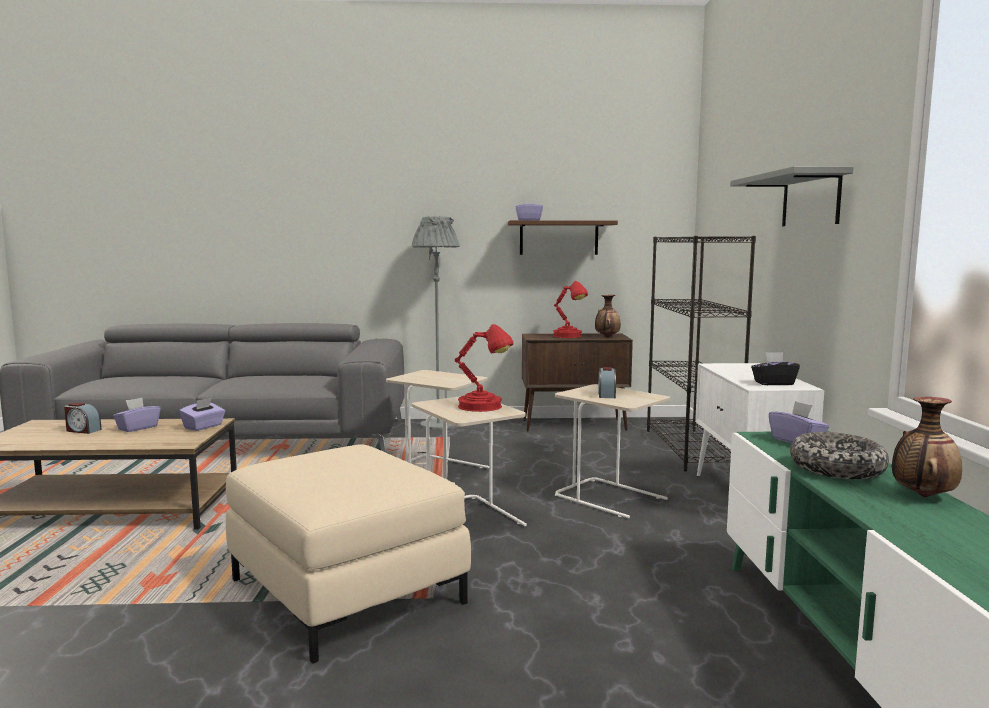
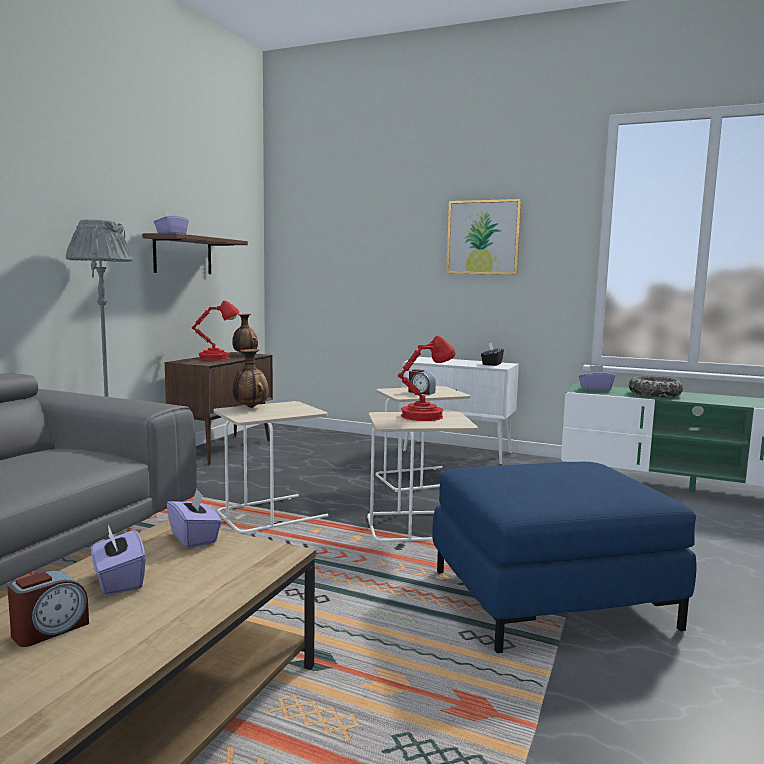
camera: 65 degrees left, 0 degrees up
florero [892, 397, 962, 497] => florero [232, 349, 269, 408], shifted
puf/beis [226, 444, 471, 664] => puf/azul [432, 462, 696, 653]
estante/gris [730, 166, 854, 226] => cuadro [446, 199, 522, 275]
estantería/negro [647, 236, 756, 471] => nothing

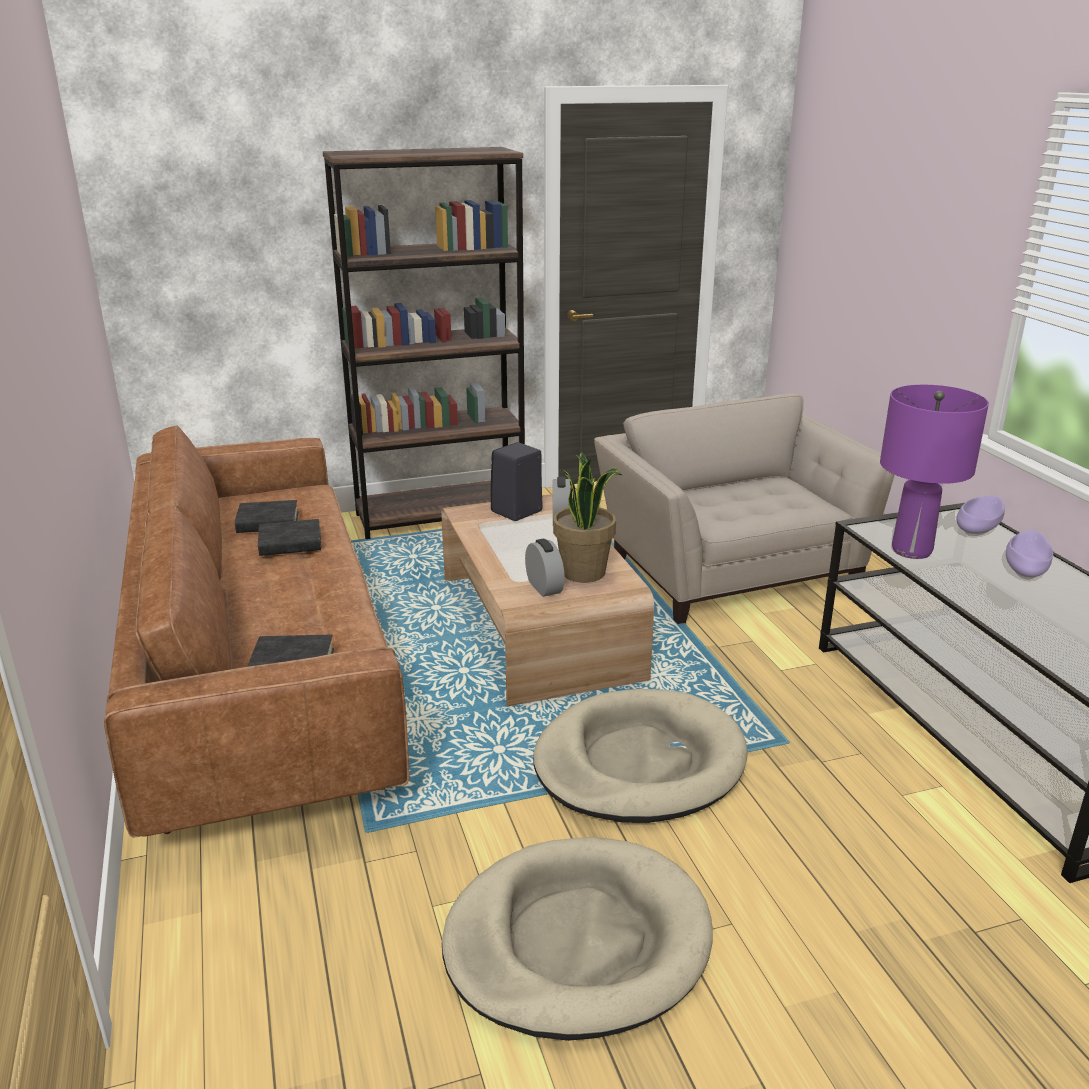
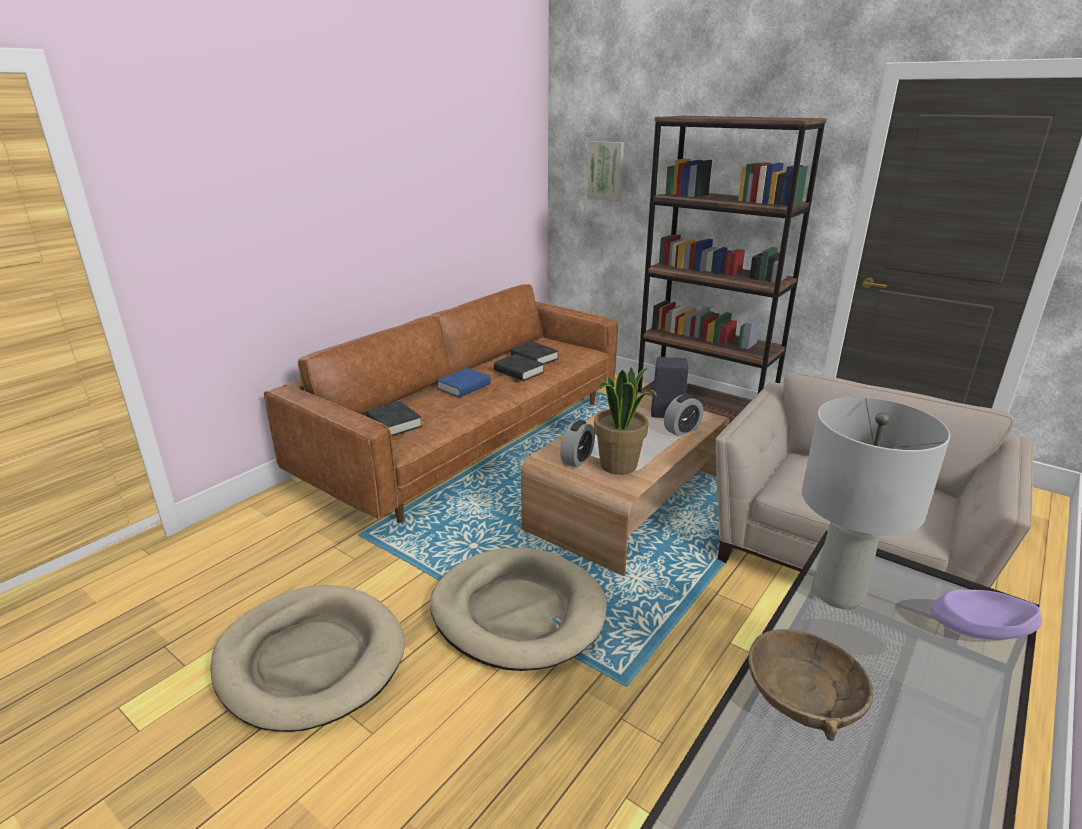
camera: 55 degrees right, 0 degrees up
nothing => libro/azul [437, 368, 491, 397]
nothing => cuadro [587, 141, 624, 202]
nothing => cuenco/marrón [748, 629, 873, 741]
lámpara de mesa/morado [880, 385, 989, 559] => lámpara de mesa/gris [802, 397, 950, 609]
cuenco/morado [1006, 530, 1053, 580] => nothing

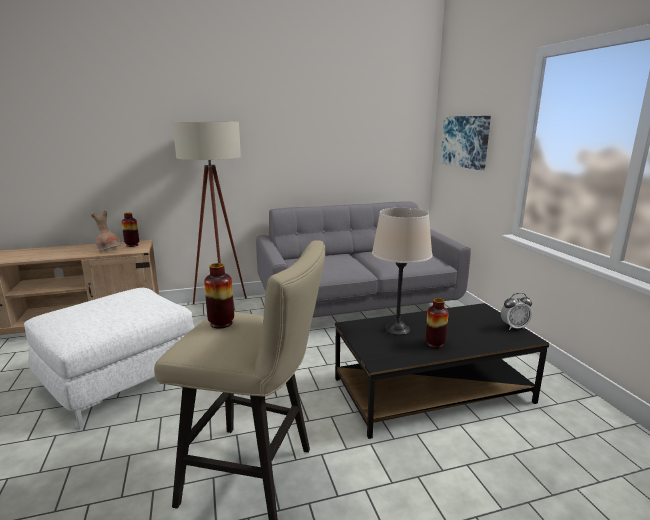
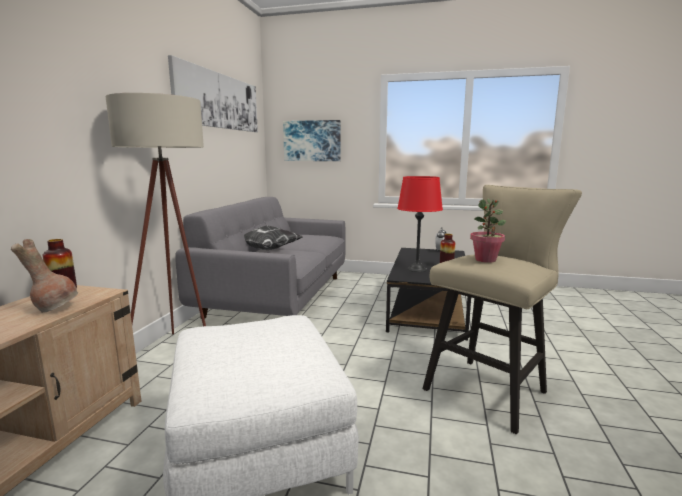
camera: 60 degrees left, 5 degrees down
nothing => cuadro [168, 55, 258, 132]
nothing => cojín [244, 225, 303, 250]
lámpara de mesa/beis [372, 208, 432, 335] => lámpara de mesa/rojo [397, 176, 443, 272]
florero [204, 263, 234, 329] => planta en maceta [470, 198, 506, 263]

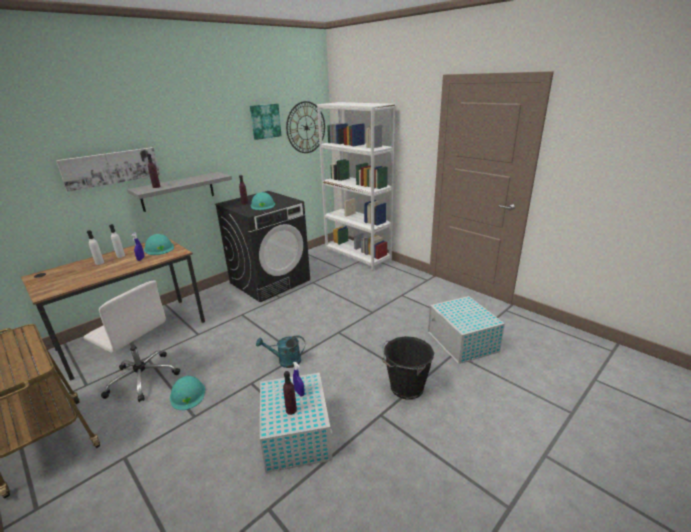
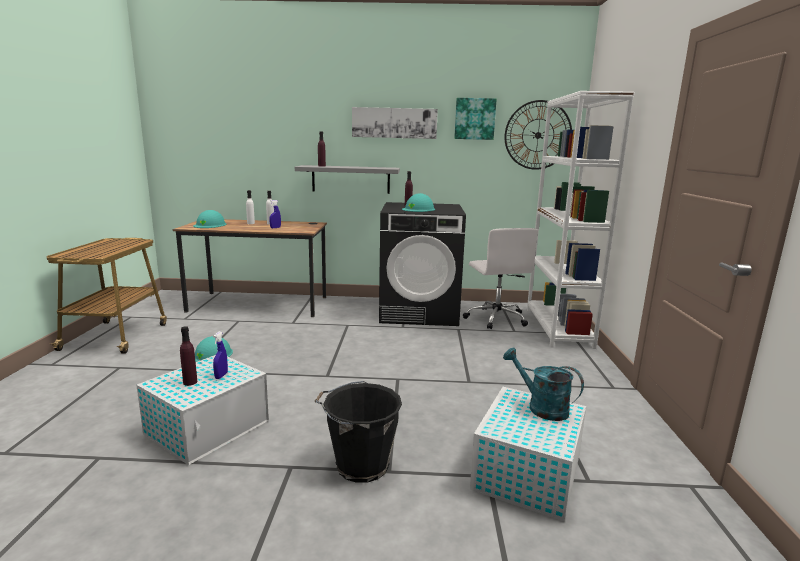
camera: 45 degrees right, 10 degrees down
casco/turquesa [144, 234, 174, 255] => casco/turquesa [193, 210, 227, 228], shifted
cuadro [56, 147, 160, 192] => cuadro [352, 107, 438, 139], shifted
silla de oficina/blanco [83, 280, 180, 402] => silla de oficina/blanco [463, 228, 538, 329], shifted
regadera/turquesa [256, 335, 305, 368] => regadera/turquesa [503, 348, 584, 421], shifted

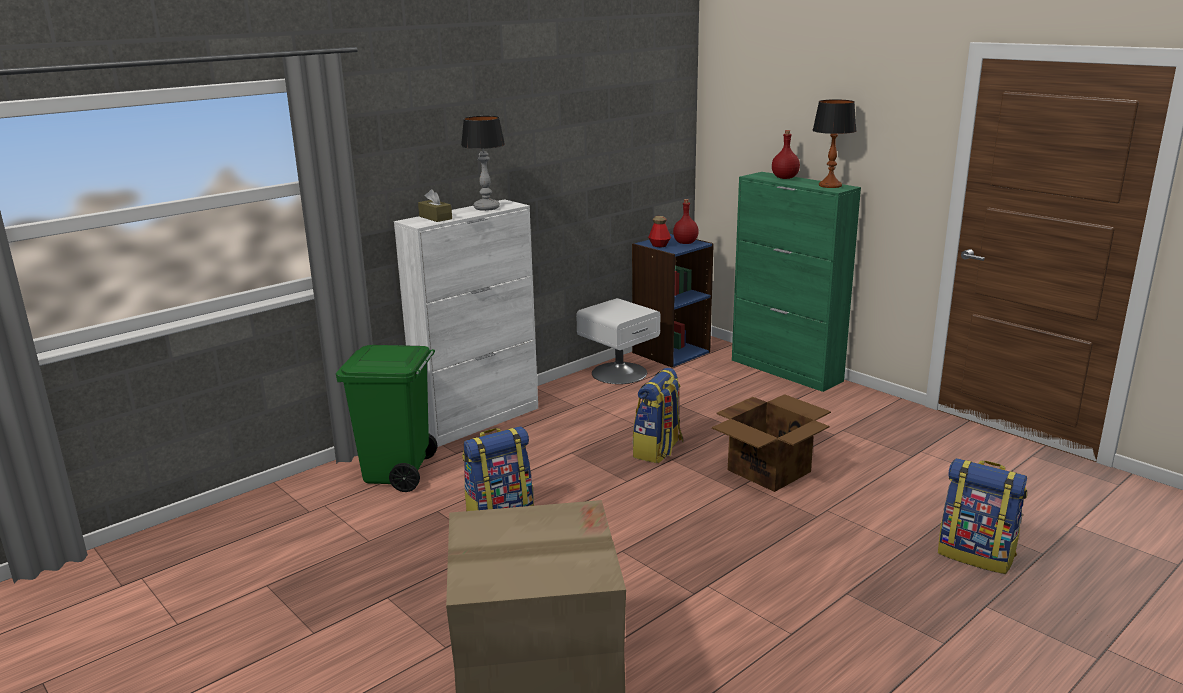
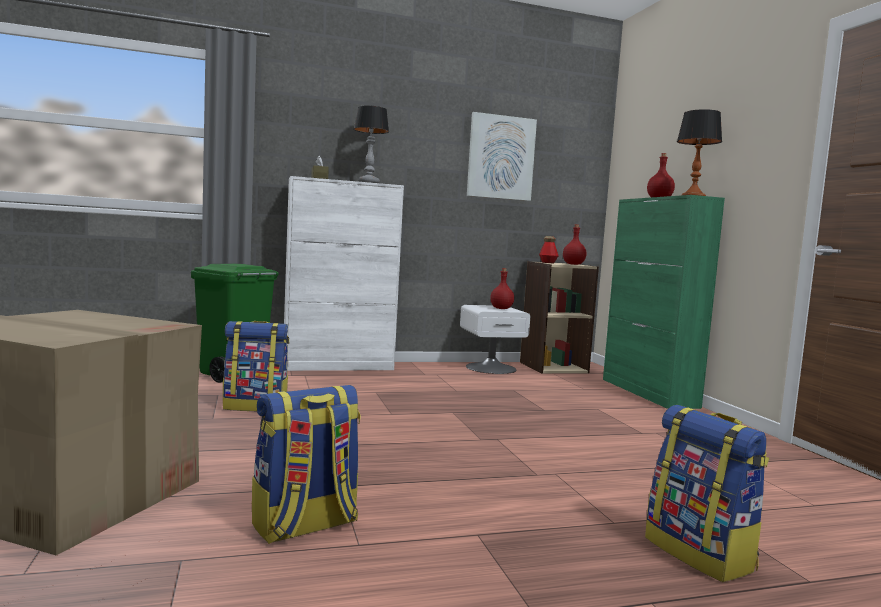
camera: 25 degrees right, 15 degrees down
mochila [633, 368, 683, 463] => mochila [252, 385, 361, 544], shifted
nothing => cuadro [467, 112, 537, 201]
nothing => botella/rojo [490, 268, 514, 309]
estantería/azul [632, 233, 714, 367] => estantería/beis [520, 261, 599, 374]
caja de cartón [712, 394, 831, 492] => nothing

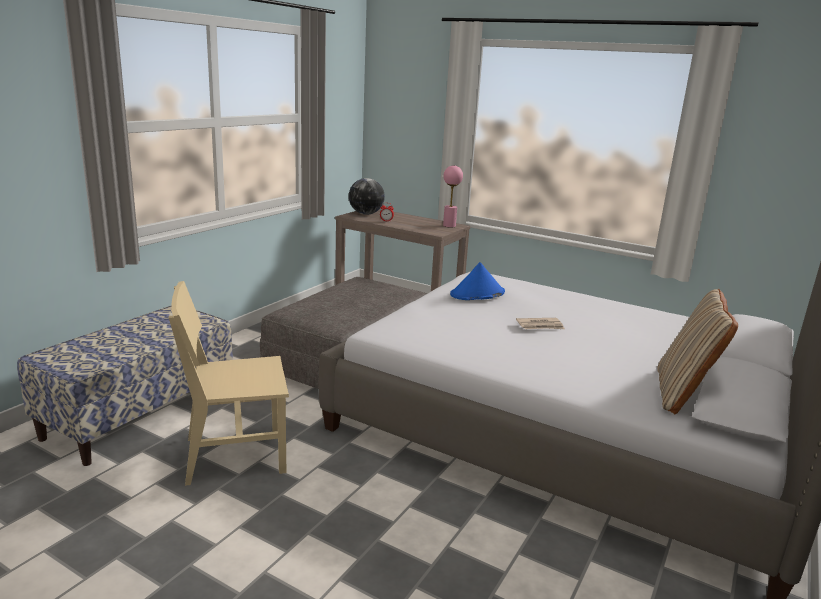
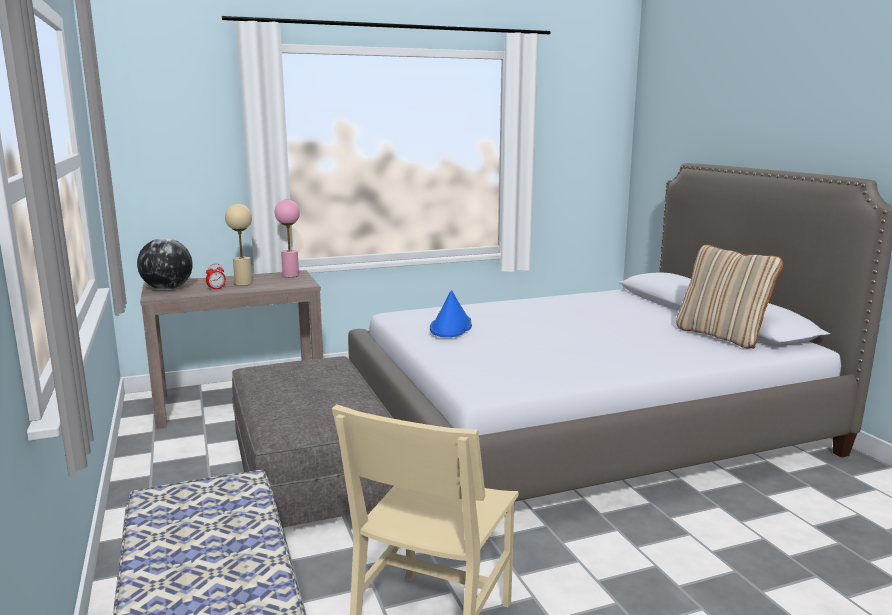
camera: 50 degrees left, 5 degrees down
nothing => lámpara de mesa/beis [225, 204, 252, 286]
periódico [516, 318, 565, 329] => nothing

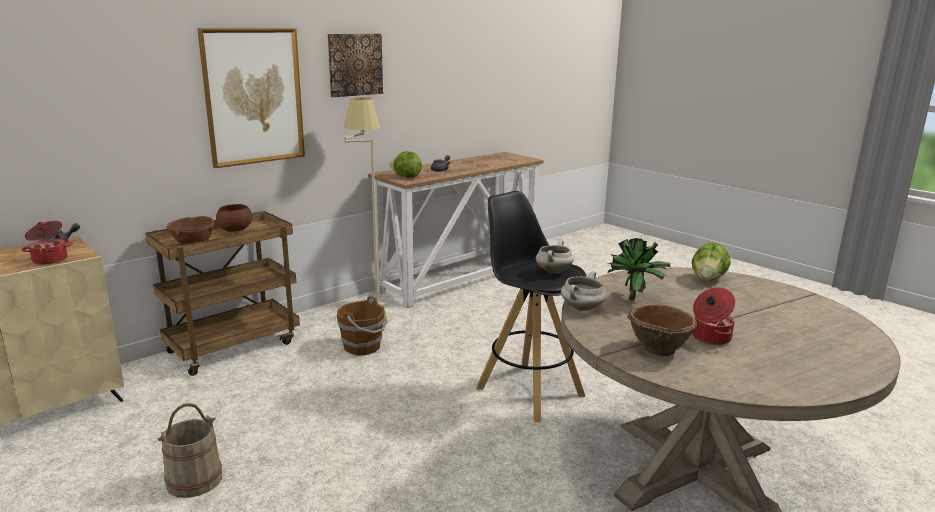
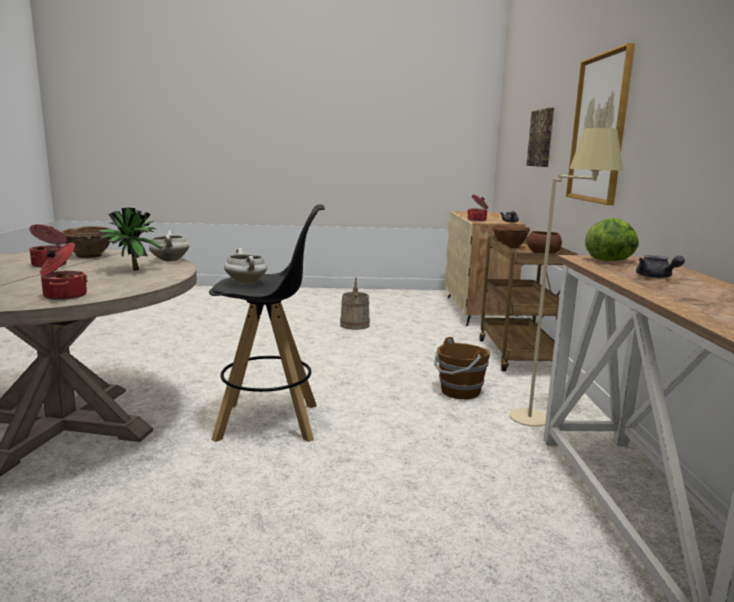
camera: 130 degrees right, 5 degrees down
lechuga [692, 243, 731, 281] => olla [40, 243, 88, 300]
cuadro [327, 34, 383, 97] => cuadro [526, 108, 554, 167], shifted

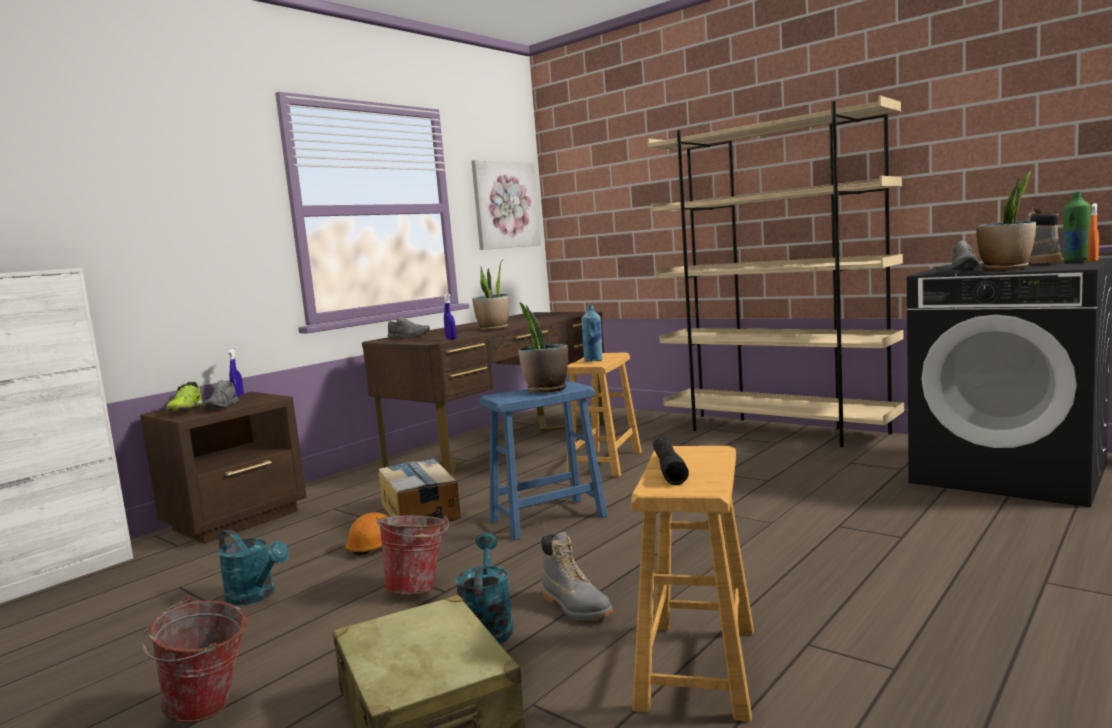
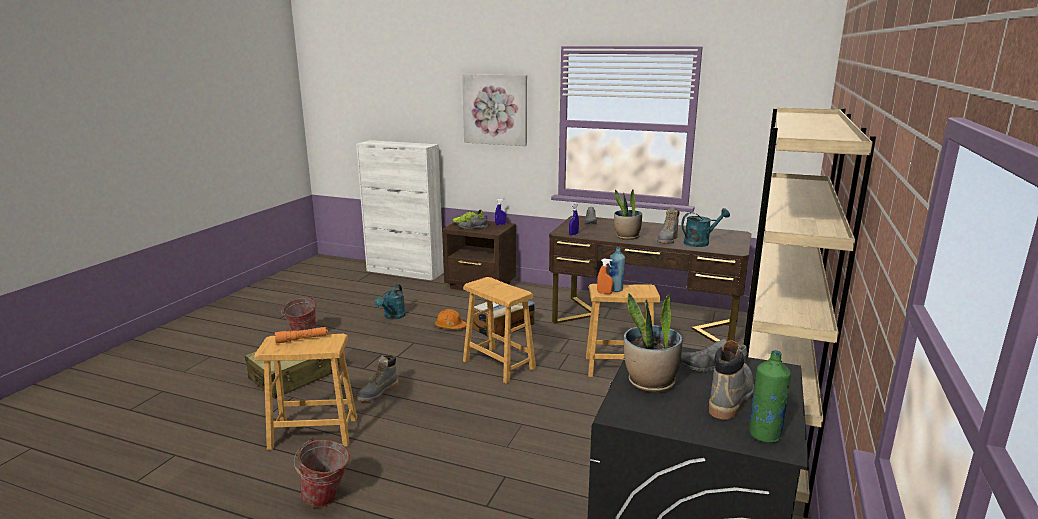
camera: 70 degrees right, 10 degrees up
linterna/negro [653, 437, 689, 485] => linterna/naranja [275, 327, 328, 344]
cubo [376, 515, 449, 594] => cubo [294, 438, 350, 507], shifted
cuadro [471, 160, 541, 250] => cuadro [462, 74, 527, 146], shifted
taburete/azul [480, 381, 608, 540] => taburete/marrón [463, 277, 536, 383]
pulverizador/naranja [1088, 203, 1099, 262] => pulverizador/naranja [597, 258, 613, 294], shifted
nothing => bota/gris [657, 207, 679, 244]
regadera/turquesa [455, 533, 514, 644] => regadera/turquesa [682, 208, 730, 247], shifted
planta en maceta [518, 302, 568, 393] => nothing

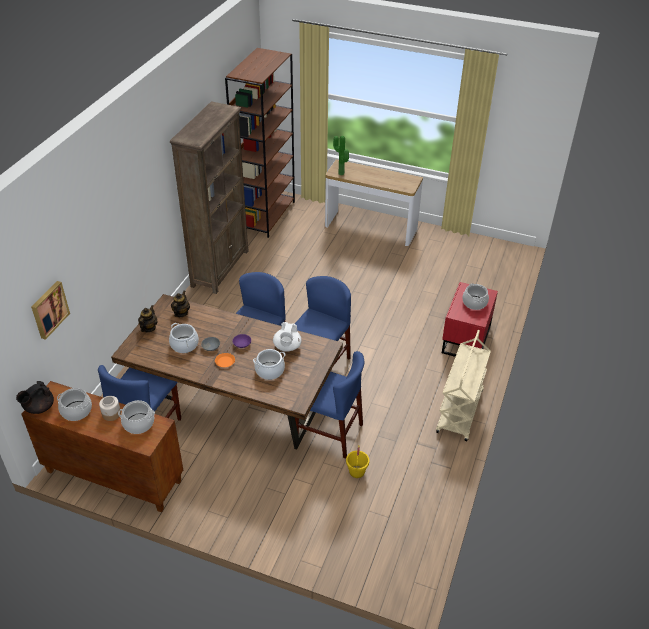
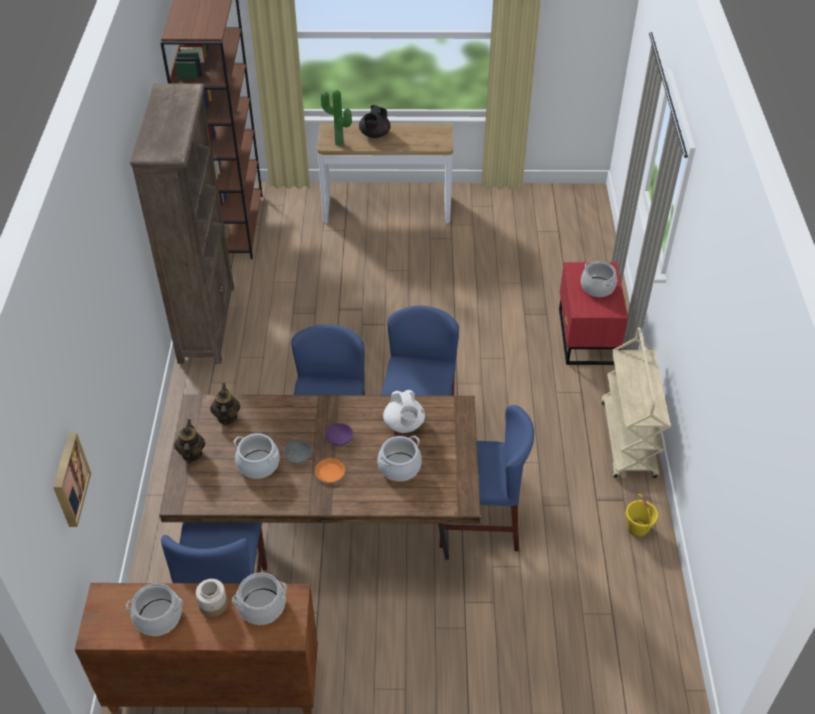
camera: 20 degrees left, 5 degrees up
tetera/negro [16, 381, 54, 414] => tetera/negro [359, 105, 390, 138], shifted
cubo/amarillo [346, 446, 369, 478] => cubo/amarillo [626, 494, 658, 537], shifted

